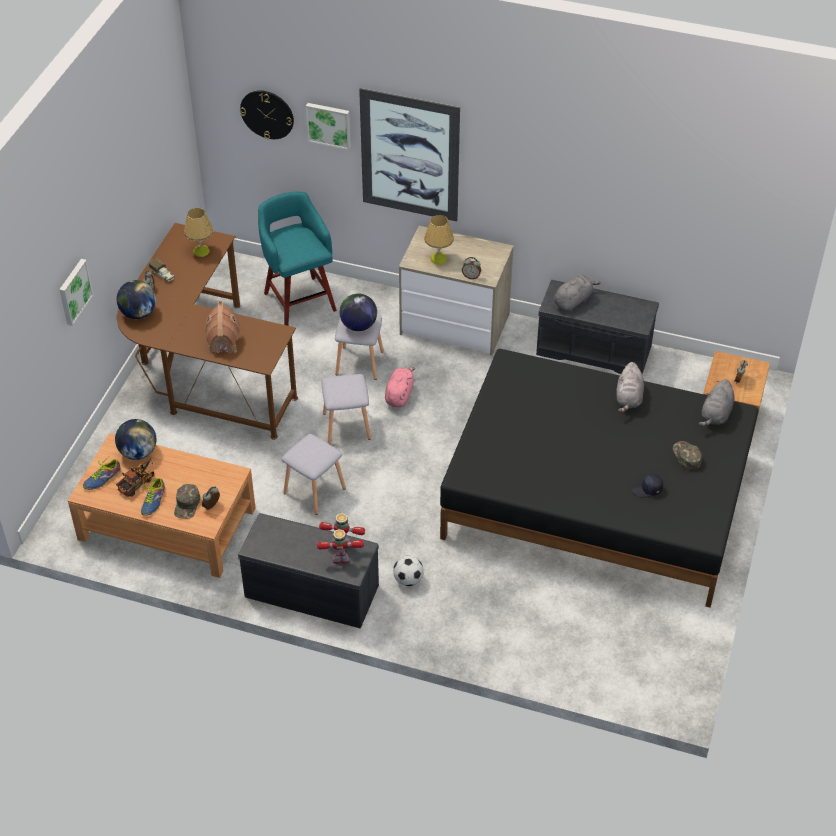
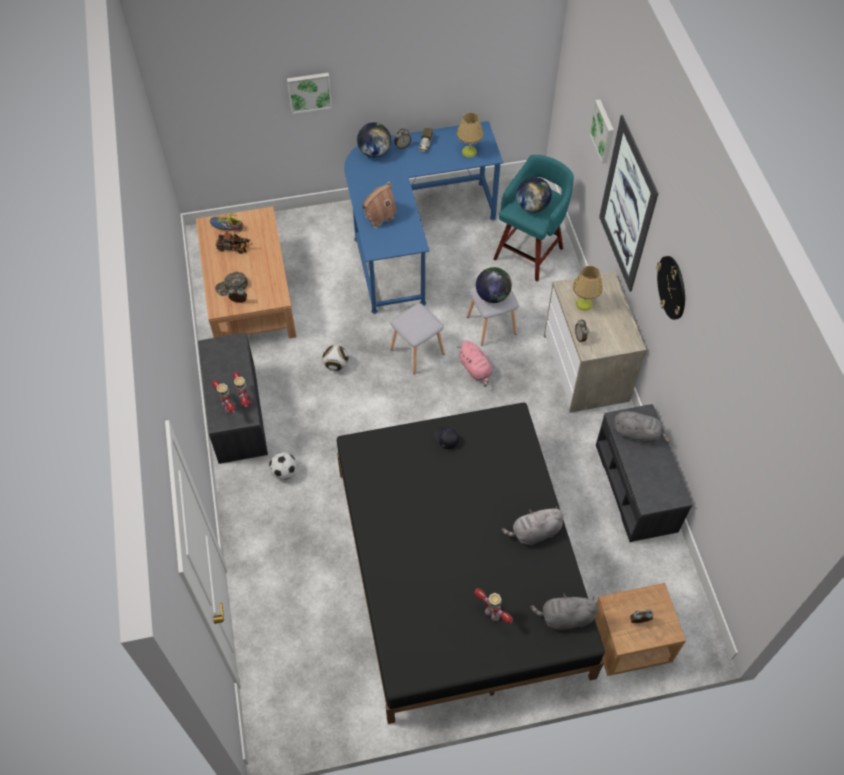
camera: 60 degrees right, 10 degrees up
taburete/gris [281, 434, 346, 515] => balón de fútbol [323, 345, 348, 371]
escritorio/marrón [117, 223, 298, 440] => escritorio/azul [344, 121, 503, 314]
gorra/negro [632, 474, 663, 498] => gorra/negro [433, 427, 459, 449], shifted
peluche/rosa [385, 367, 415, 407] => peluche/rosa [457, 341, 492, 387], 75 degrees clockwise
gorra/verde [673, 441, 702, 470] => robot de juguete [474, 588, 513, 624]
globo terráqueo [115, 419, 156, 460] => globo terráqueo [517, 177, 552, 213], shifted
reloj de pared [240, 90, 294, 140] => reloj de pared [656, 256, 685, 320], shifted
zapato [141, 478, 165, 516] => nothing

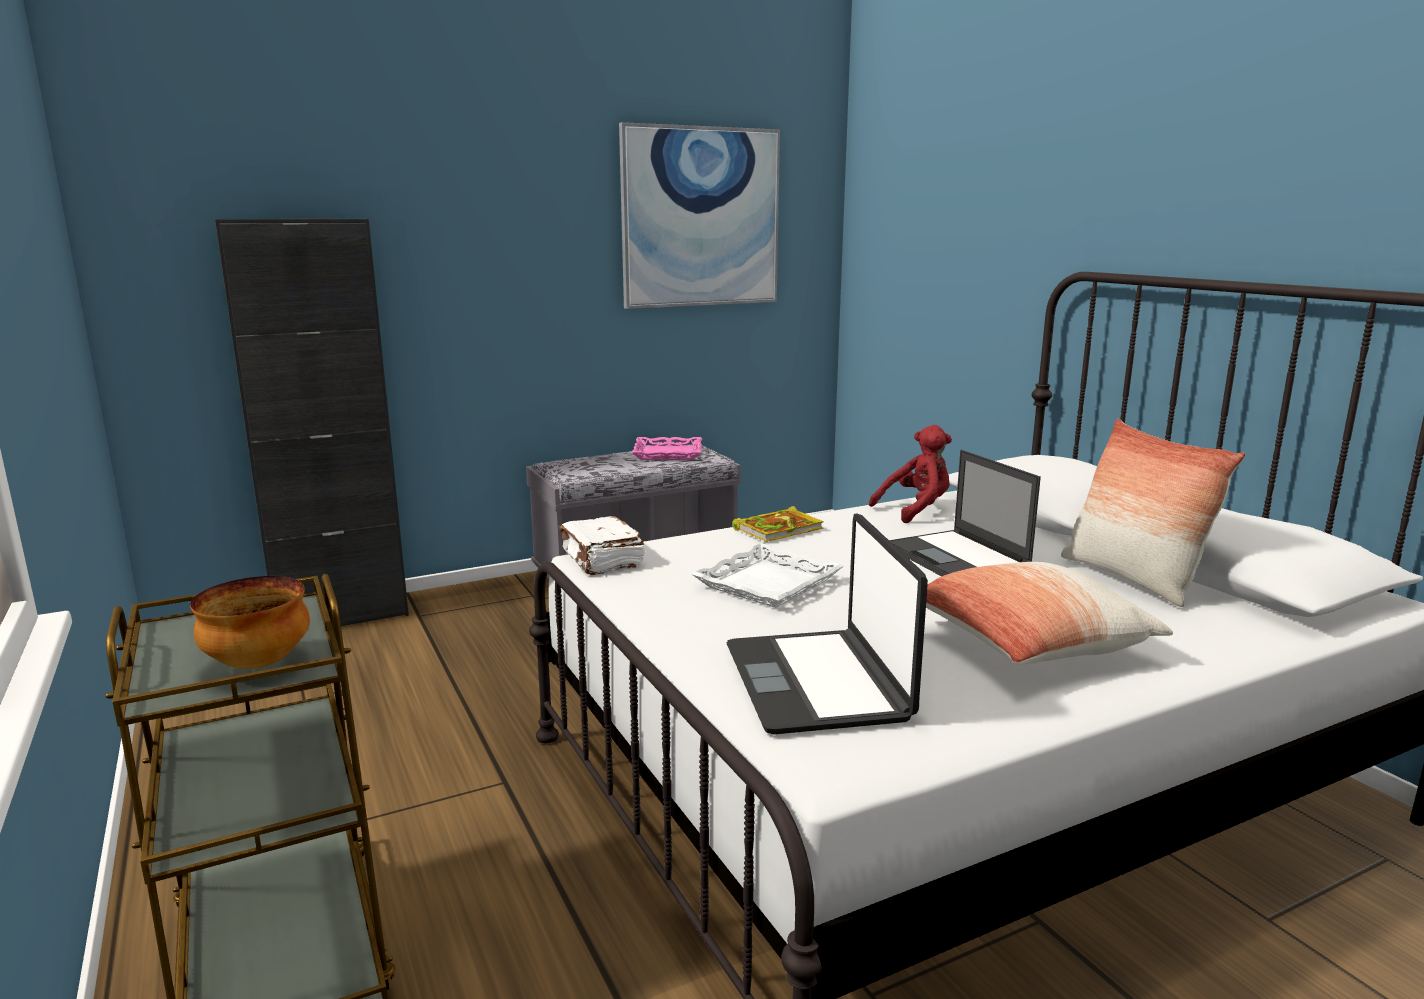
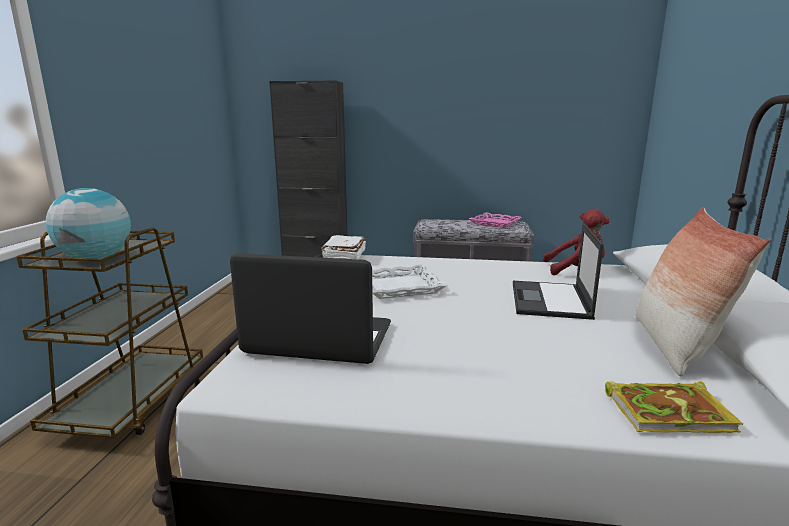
camera: 35 degrees right, 0 degrees up
cuenco [190, 576, 310, 669] => globo terráqueo [45, 188, 131, 259]
portátil [727, 513, 928, 734] => portátil [230, 253, 391, 364], 75 degrees clockwise
libro [732, 506, 824, 542] => libro [605, 381, 743, 433], shifted
cuadro [619, 122, 780, 309] => nothing
cojín [926, 562, 1173, 665] => nothing

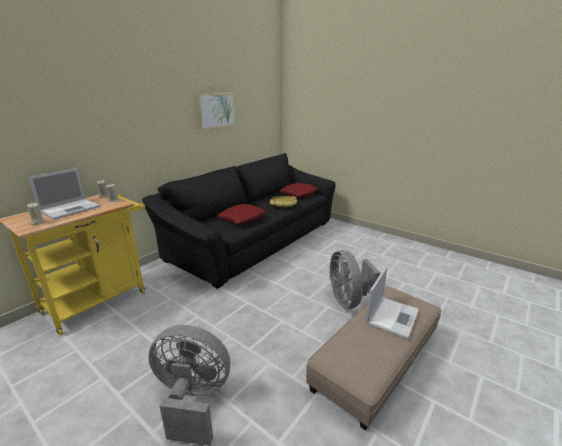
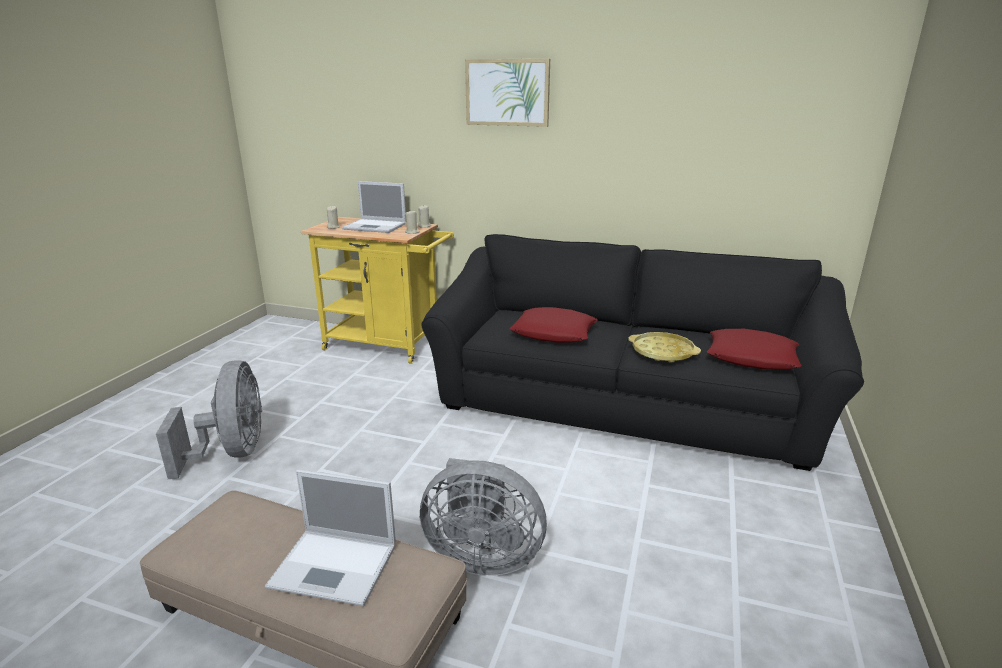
camera: 70 degrees right, 0 degrees up
ventilador/gris [329, 250, 381, 309] => ventilador/gris [420, 458, 547, 575], 135 degrees counterclockwise
cuadro [196, 92, 236, 130] => cuadro [465, 59, 550, 127], shifted

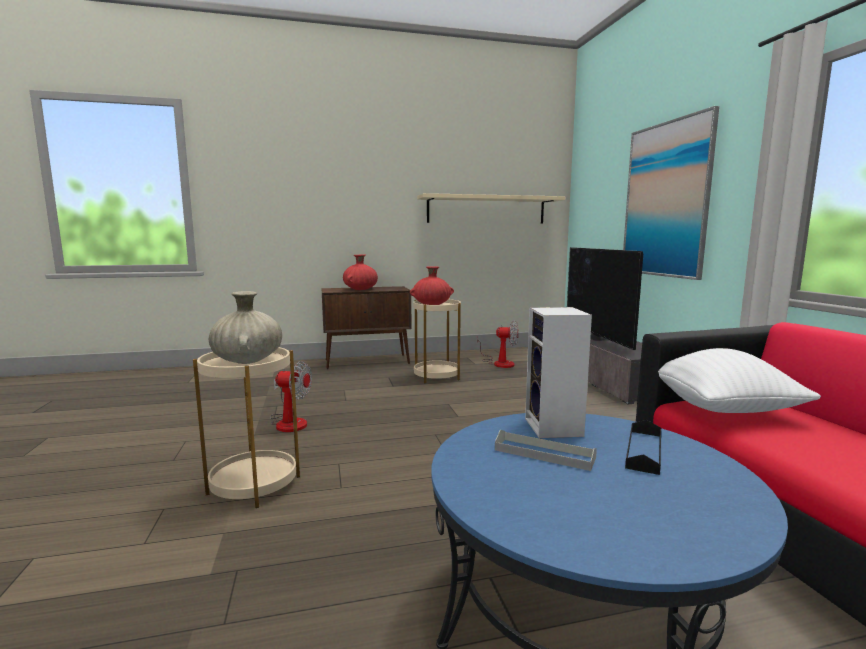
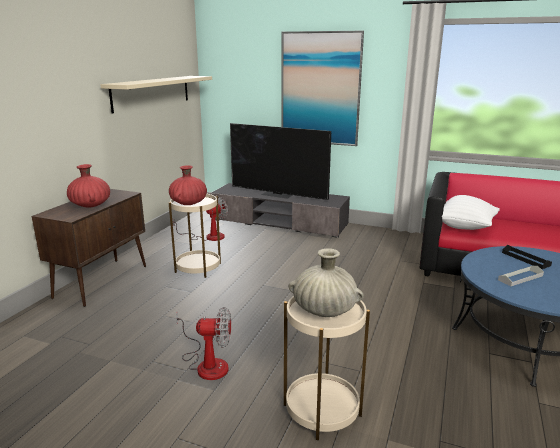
camera: 55 degrees left, 10 degrees up
ventilador [270, 361, 312, 432] => ventilador [176, 307, 231, 380], 45 degrees clockwise
altavoz [525, 307, 592, 438] => nothing

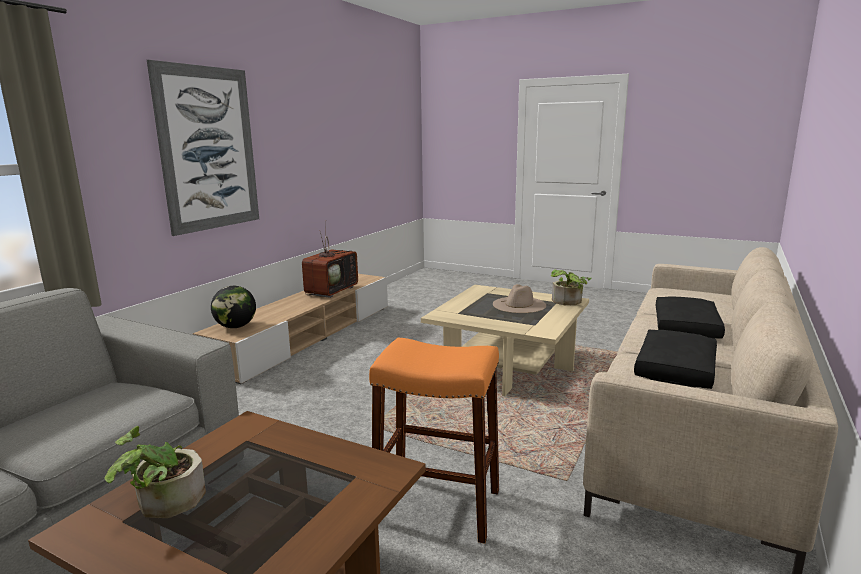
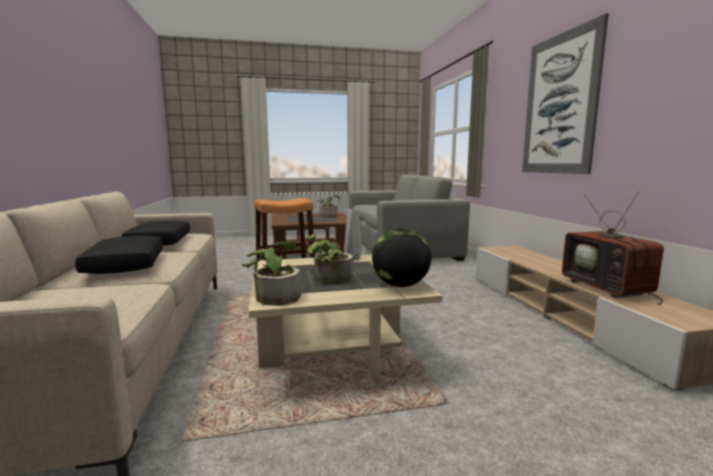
camera: 140 degrees right, 5 degrees down
sombrero/beis [493, 284, 546, 313] => planta en maceta [306, 233, 353, 285]
nothing => florero/gris [344, 209, 362, 260]
globo terráqueo [211, 286, 256, 328] => globo terráqueo [372, 228, 431, 287], shifted

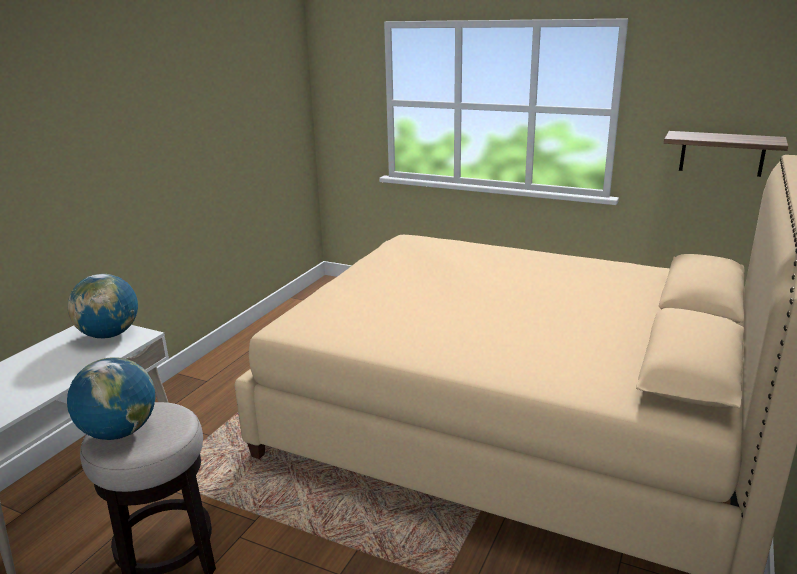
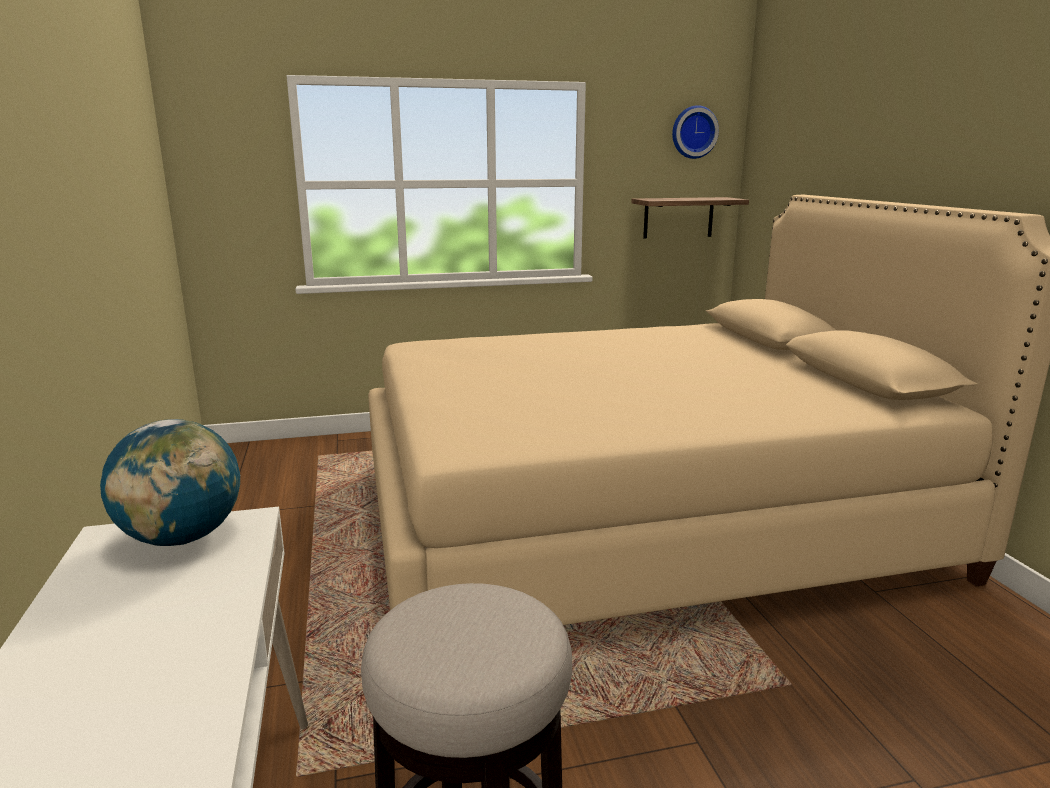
camera: 40 degrees left, 5 degrees down
nothing => reloj de pared [672, 105, 719, 159]
globo terráqueo [67, 357, 156, 440] => nothing

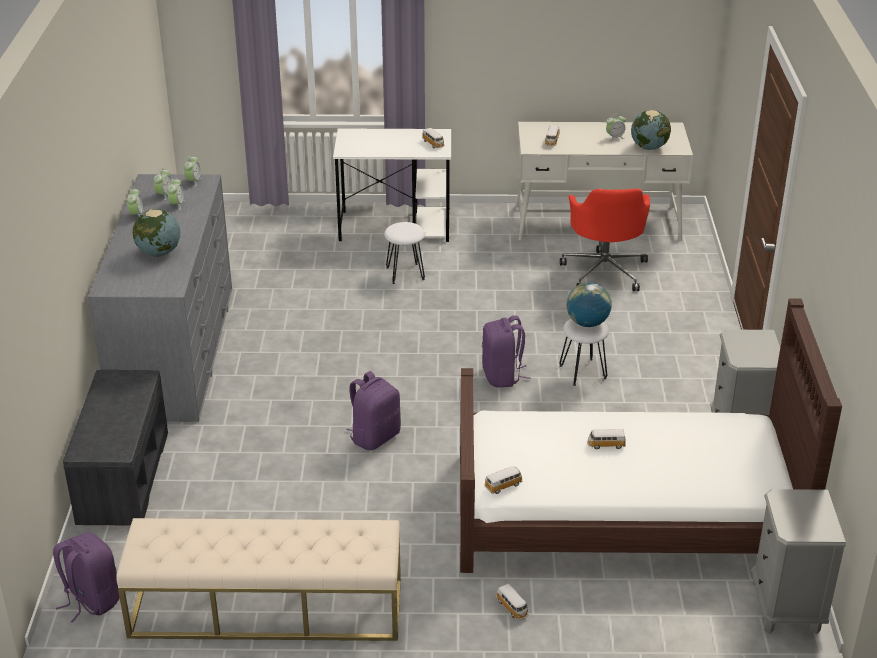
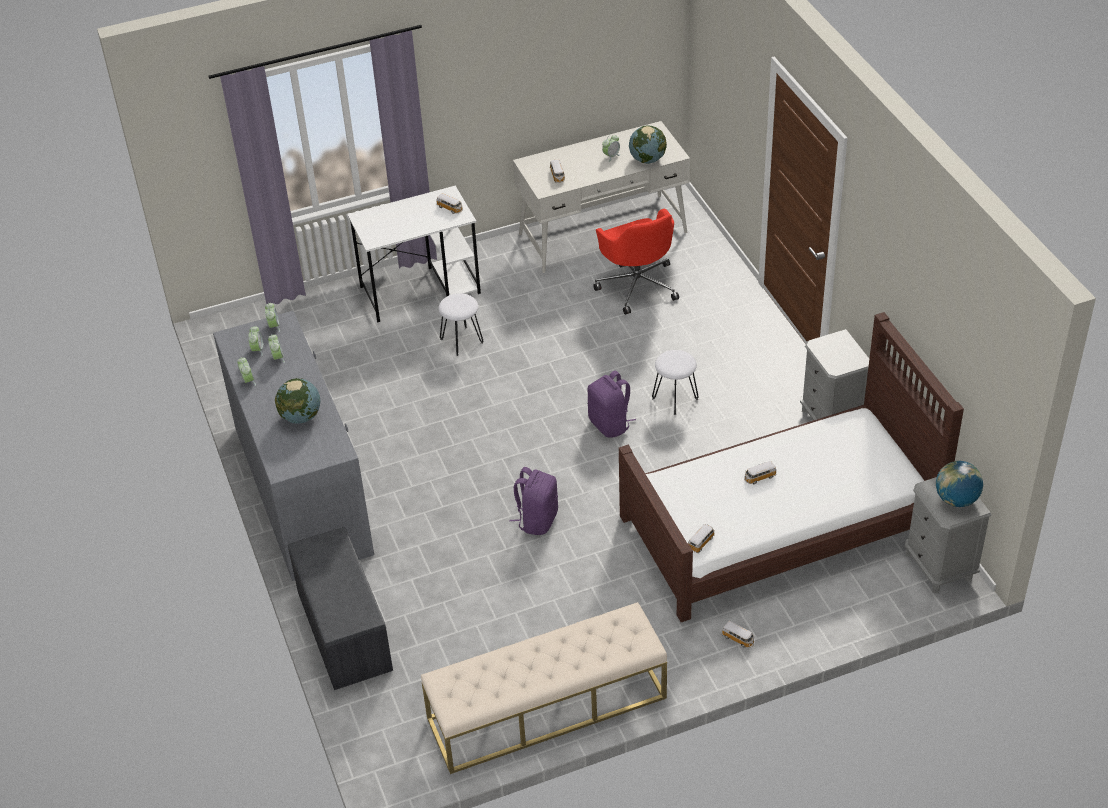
camera: 20 degrees left, 10 degrees up
globo terráqueo [567, 282, 612, 327] => globo terráqueo [936, 461, 983, 507], shifted
mochila/morado [53, 532, 120, 623] => nothing

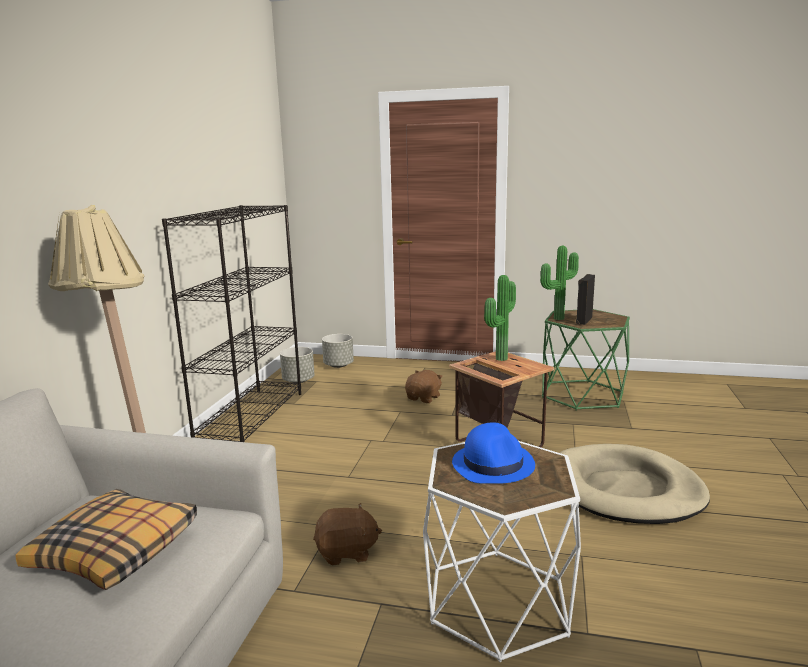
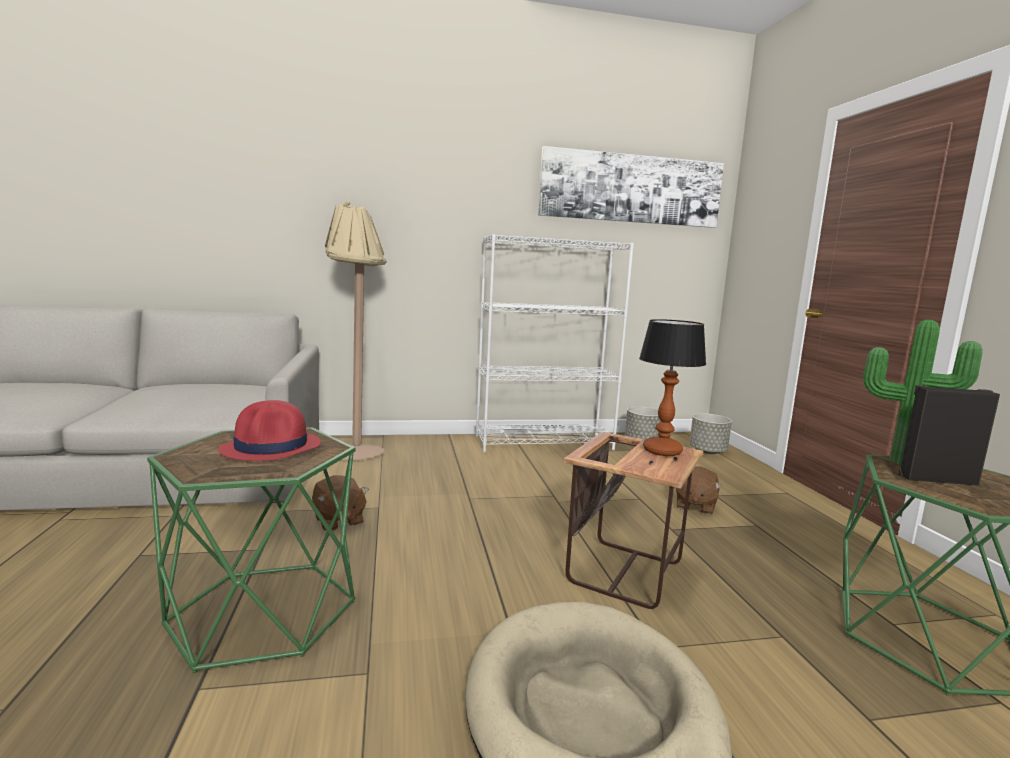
camera: 65 degrees right, 5 degrees down
mesa auxiliar/blanco [423, 441, 581, 662] => mesa auxiliar/verde [147, 427, 355, 673]
sombrero/azul [452, 422, 535, 484] => sombrero/rojo [218, 400, 321, 461]
estantería/negro [162, 205, 301, 442] => estantería/blanco [476, 234, 634, 452]
nothing => cuadro [538, 146, 724, 228]
planta en maceta [484, 275, 516, 361] => lámpara de mesa [639, 319, 706, 456]
peluche/marrón [405, 370, 443, 403] => peluche/marrón [676, 466, 722, 515], 105 degrees clockwise
cojín [15, 489, 197, 590] => nothing

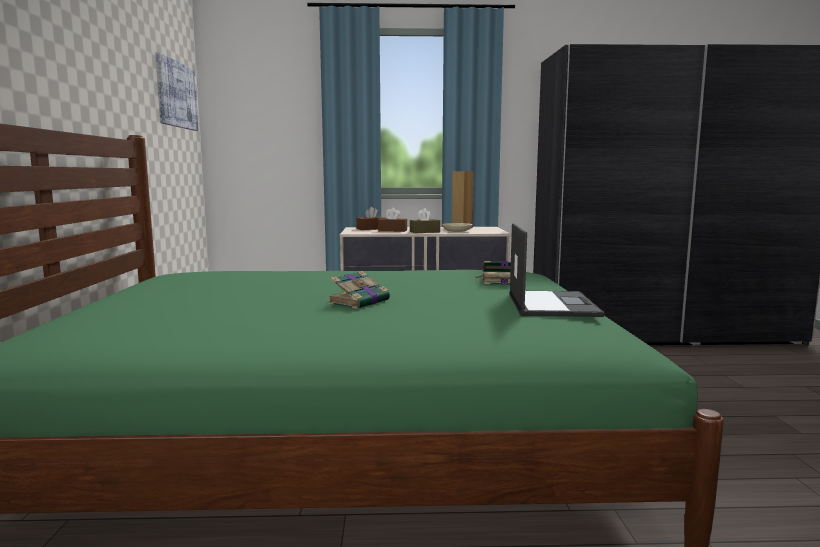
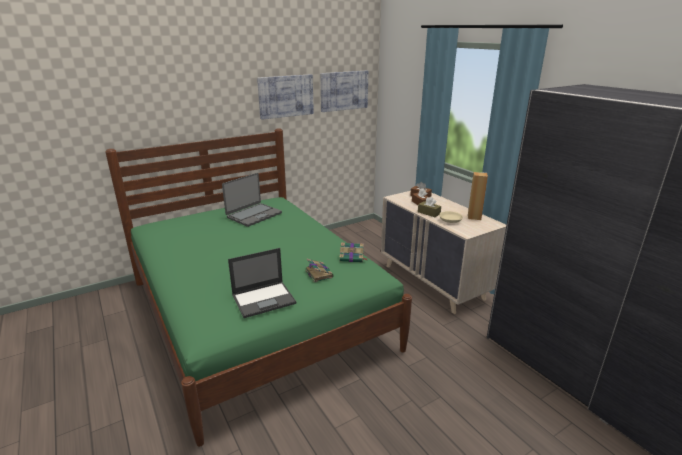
camera: 60 degrees right, 15 degrees up
nothing => portátil [222, 173, 282, 227]
nothing => cuadro [257, 74, 314, 120]
libro [328, 271, 390, 309] => libro [340, 243, 366, 262], shifted

